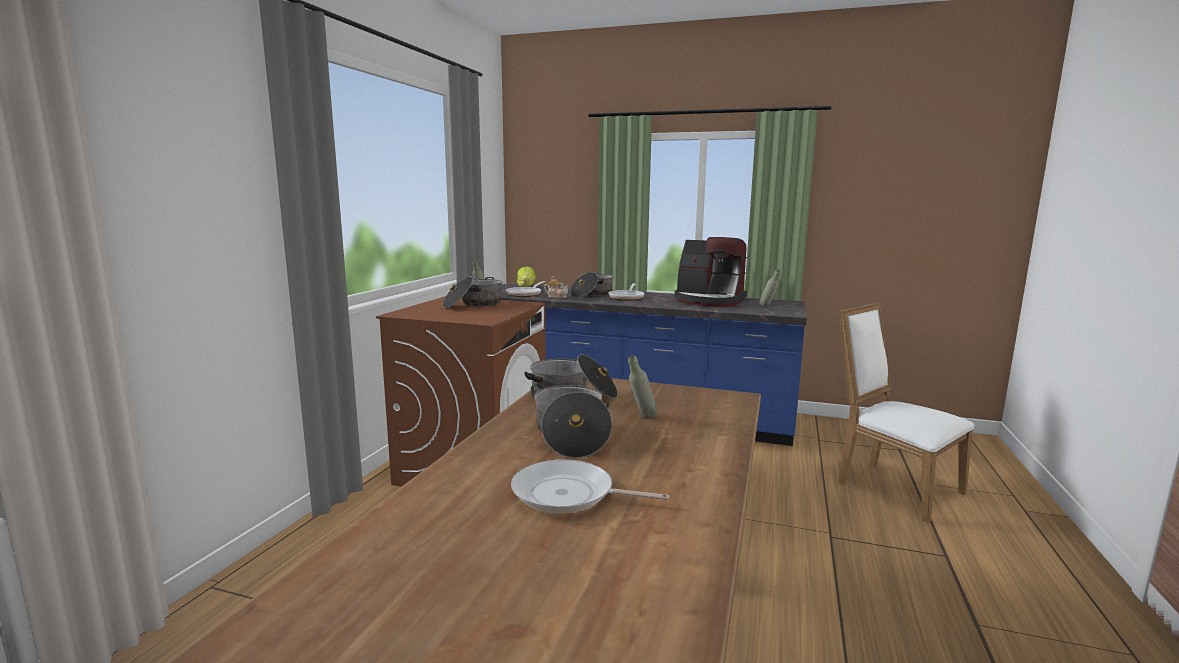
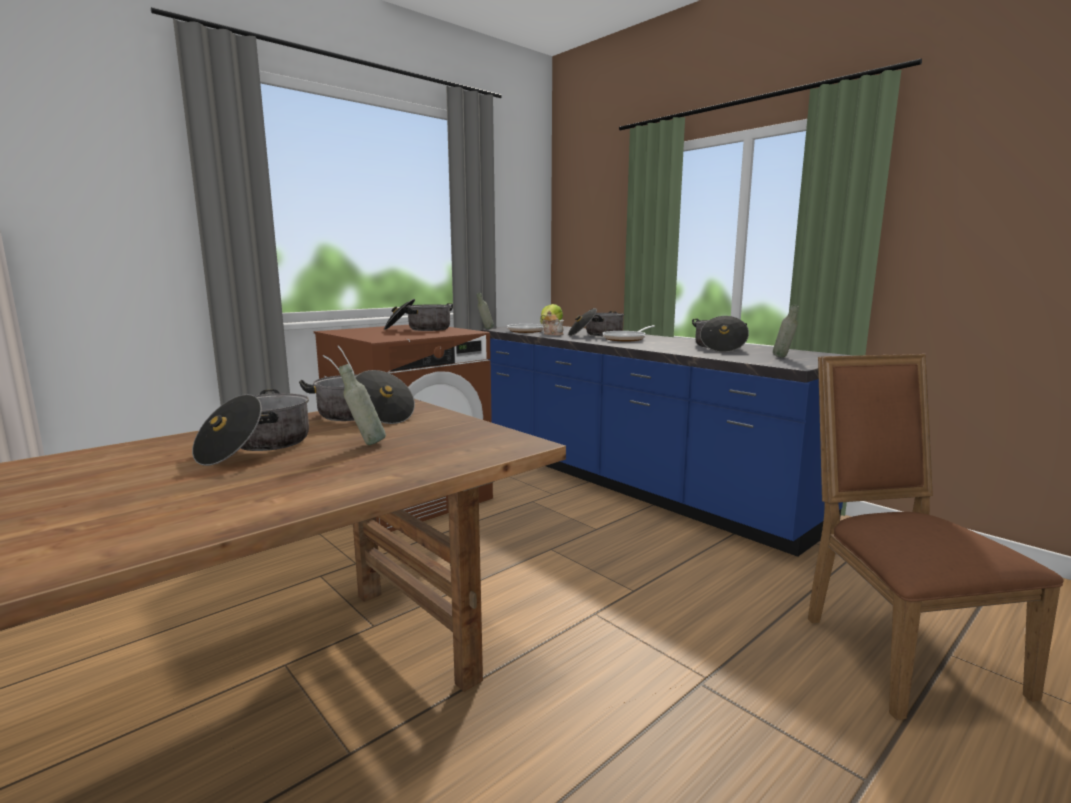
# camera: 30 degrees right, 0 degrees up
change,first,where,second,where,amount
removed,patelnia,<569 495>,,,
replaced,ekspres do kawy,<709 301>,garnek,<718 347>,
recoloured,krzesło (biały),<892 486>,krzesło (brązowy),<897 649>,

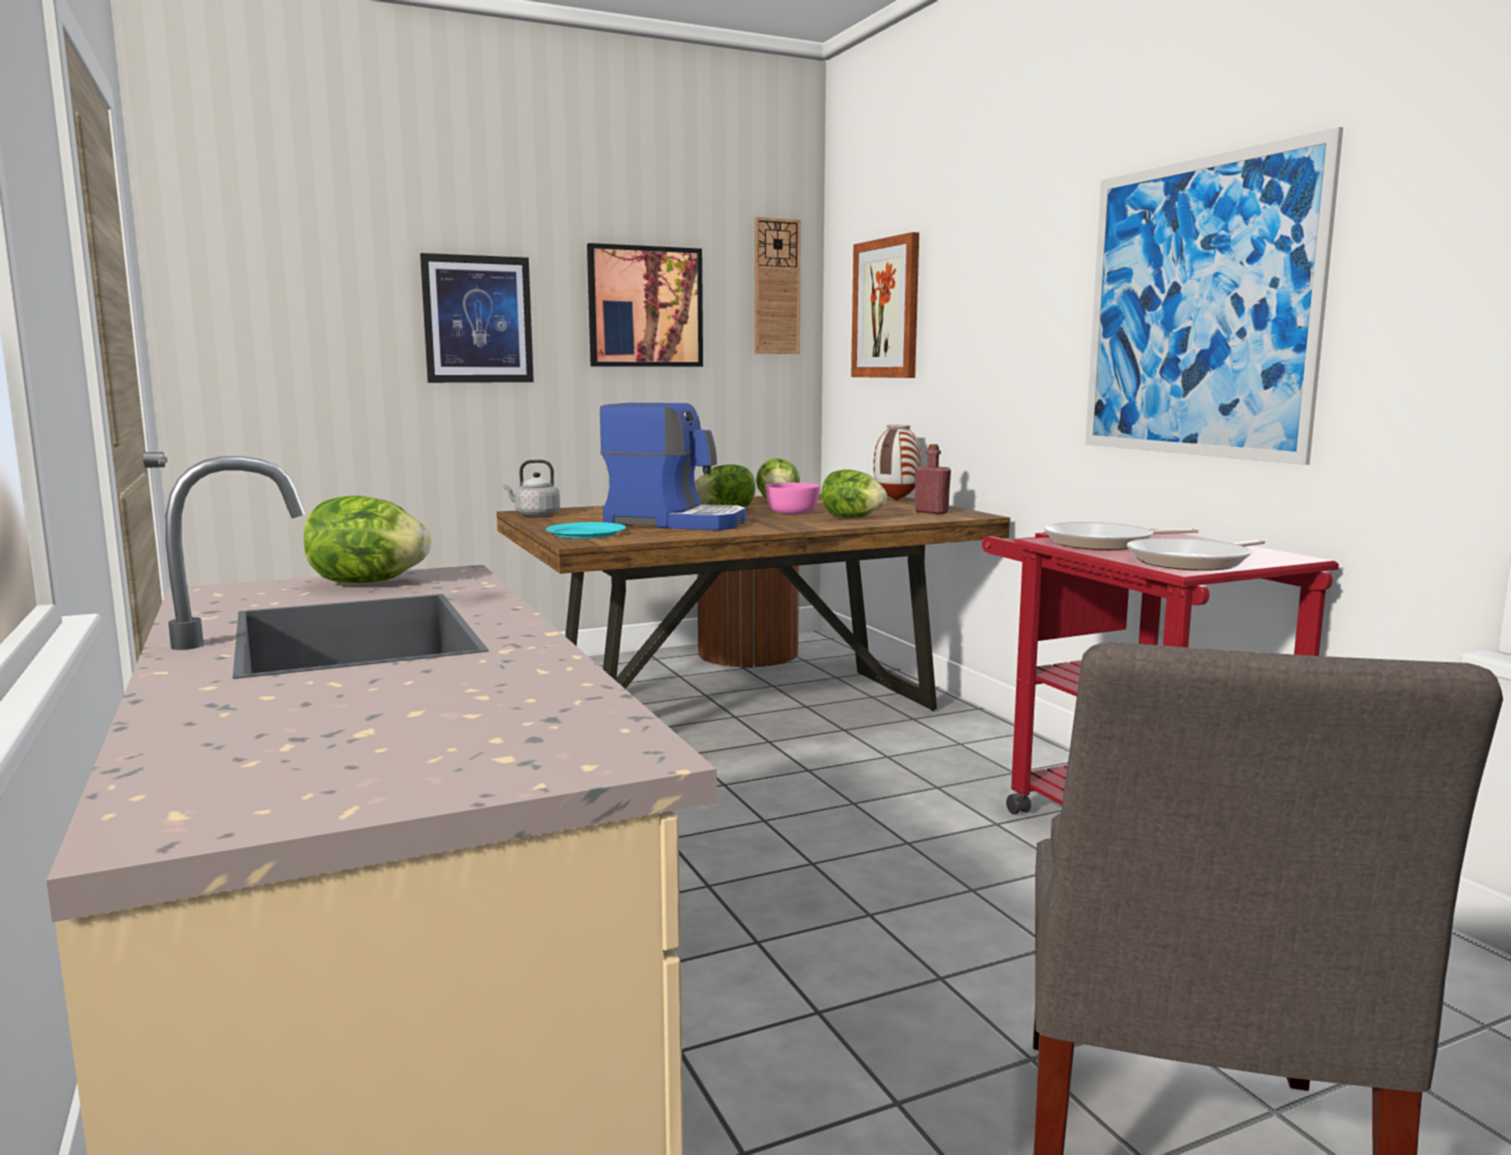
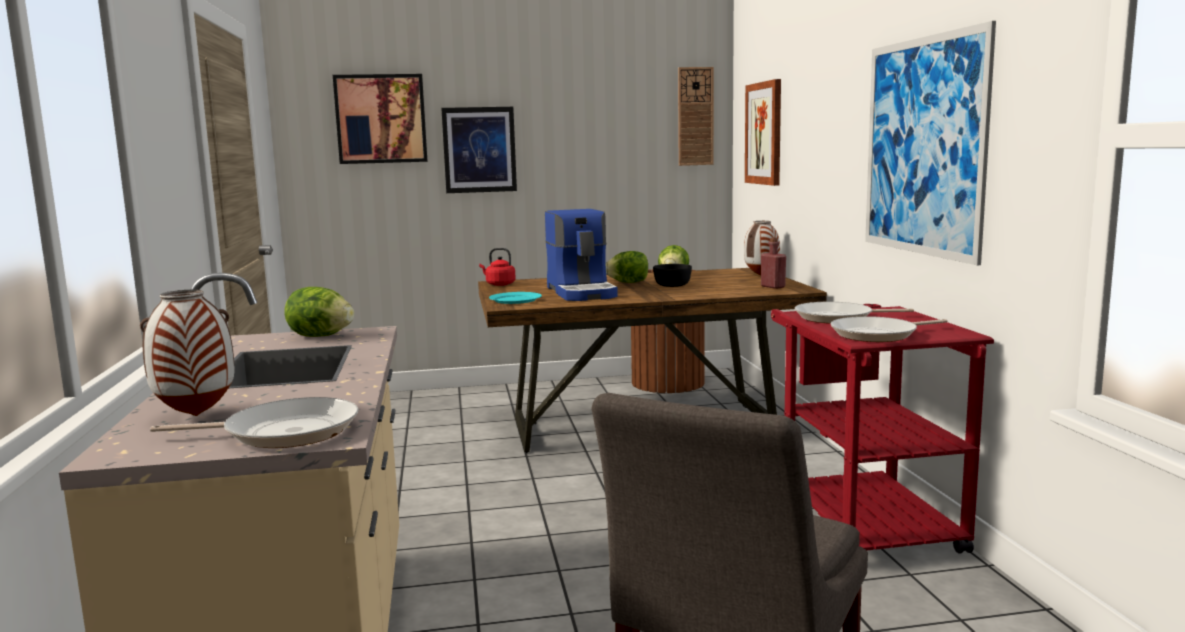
# camera: 15 degrees right, 0 degrees up
change,first,where,second,where,amount
recoloured,czajnik (szary),<535 514>,czajnik (czerwony),<499 284>,
moved,obraz,<645 307>,,<381 119>,
turned,ekspres do kawy,<675 522>,,<583 292>,45 degrees clockwise
recoloured,miska (różowy),<791 512>,miska (czarny),<671 285>,
removed,sałata,<851 518>,,,
added,,,wazon,<195 416>,
added,,,patelnia,<284 432>,

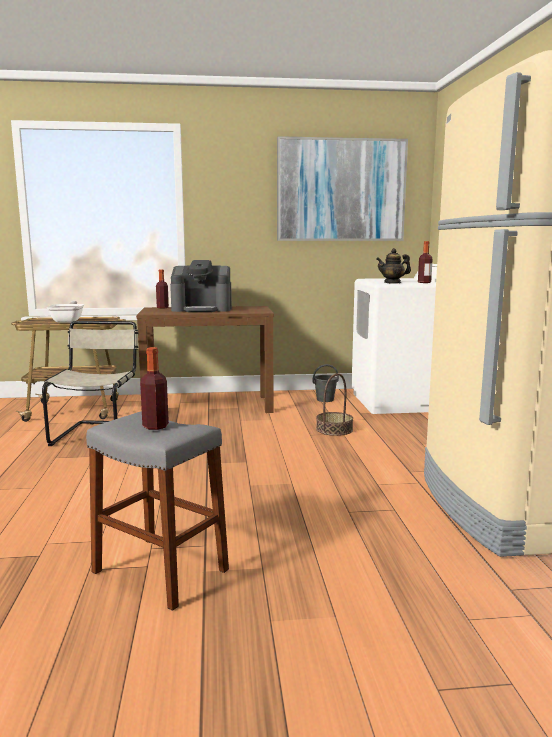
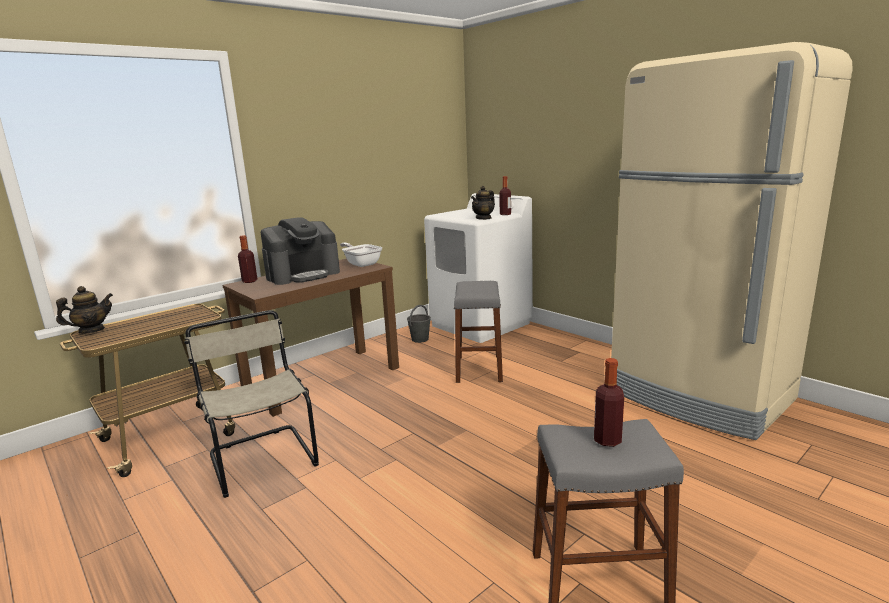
# camera: 35 degrees left, 5 degrees up
change,first,where,second,where,amount
moved,patelnia,<68 321>,,<361 264>,
removed,obraz,<340 190>,,,
replaced,koszyk,<334 429>,stołek (szary),<479 369>,
added,,,imbryk,<91 330>,

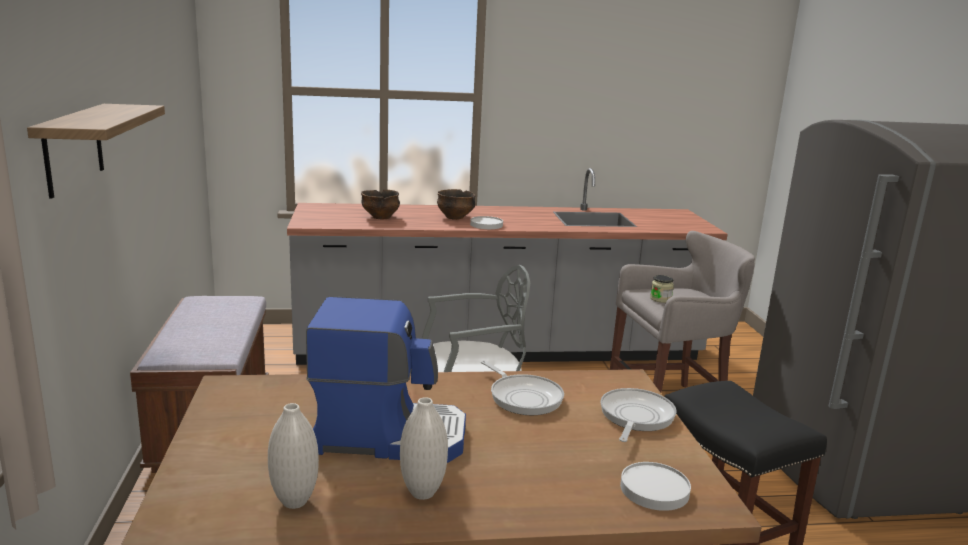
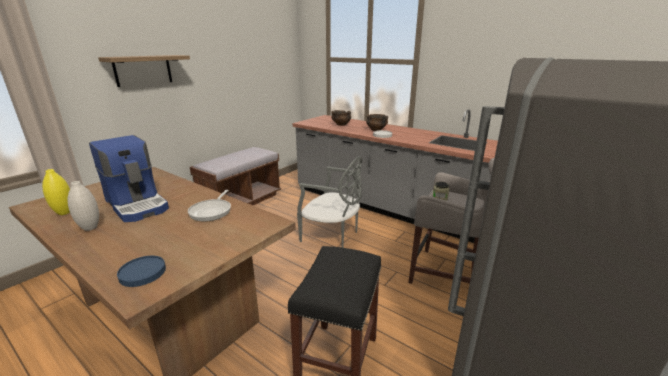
# camera: 45 degrees right, 5 degrees up
change,first,where,second,where,amount
recoloured,wazon (biały),<294 501>,wazon (żółty),<64 213>,
removed,patelnia,<635 417>,,,
recoloured,talerz (biały),<655 490>,talerz (niebieski),<142 273>,

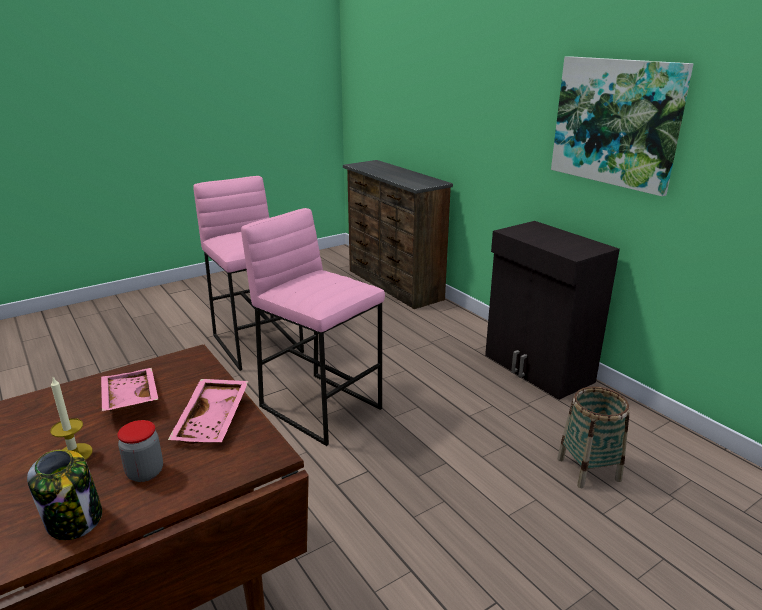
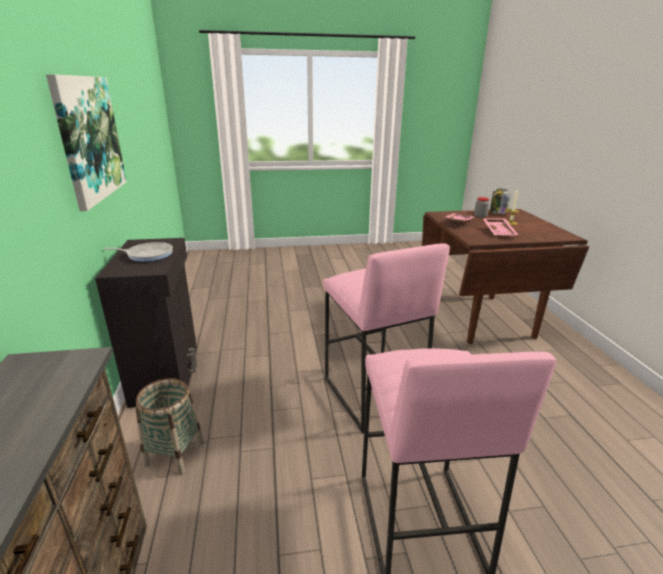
# camera: 155 degrees left, 0 degrees up
change,first,where,second,where,amount
moved,koszyk,<588 469>,,<174 453>,
added,,,patelnia,<147 254>,

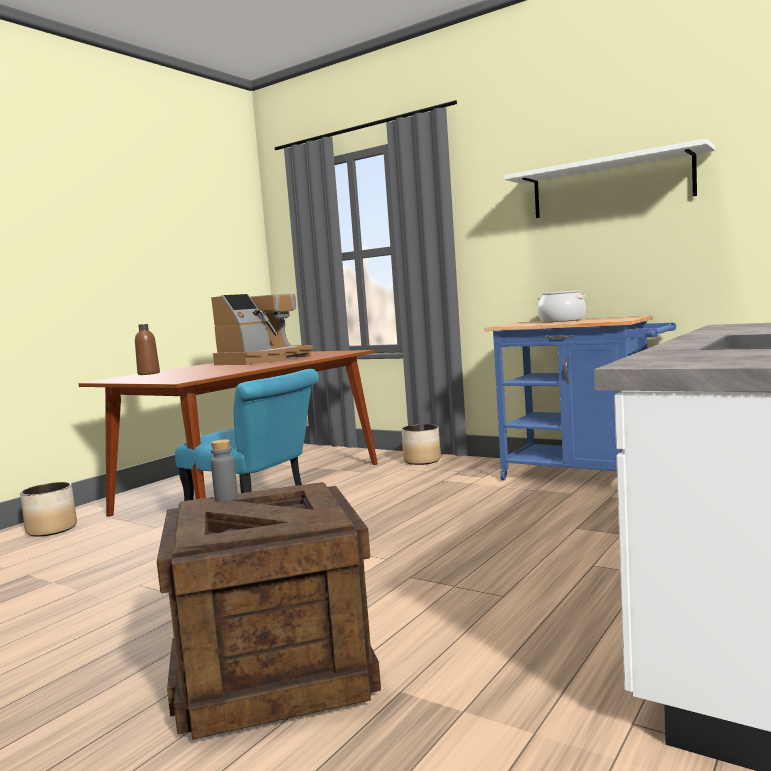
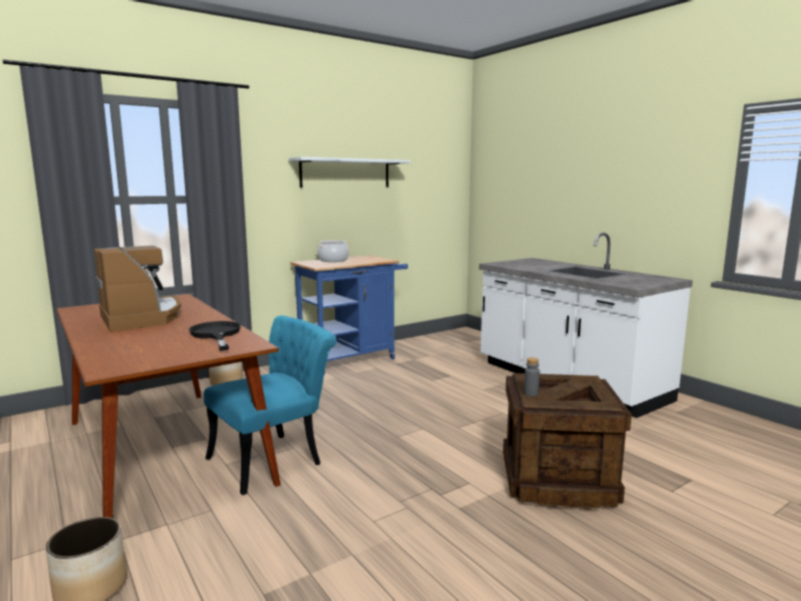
# camera: 70 degrees left, 5 degrees up
change,first,where,second,where,amount
removed,butelka (brązowy),<148 373>,,,
added,,,patelnia (czarny),<216 335>,

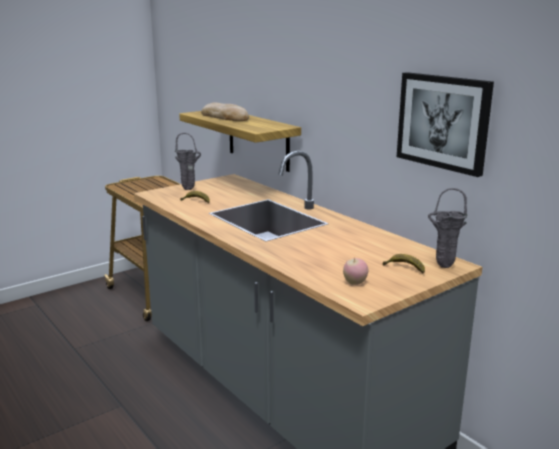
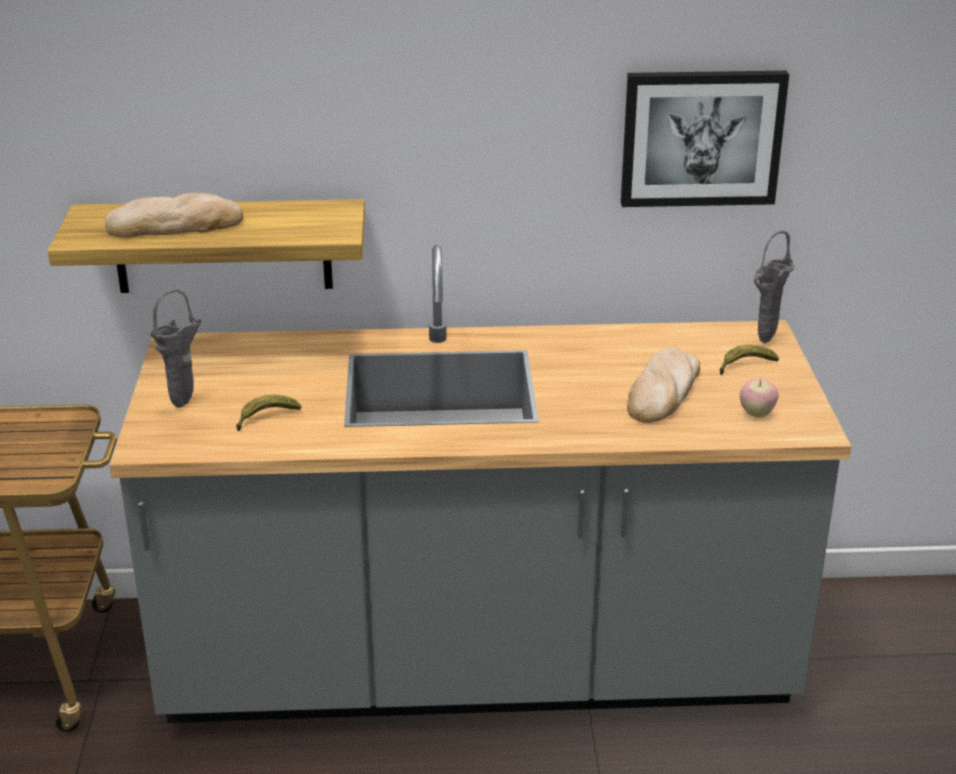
# camera: 55 degrees left, 10 degrees up
change,first,where,second,where,amount
added,,,chleb,<663 391>,

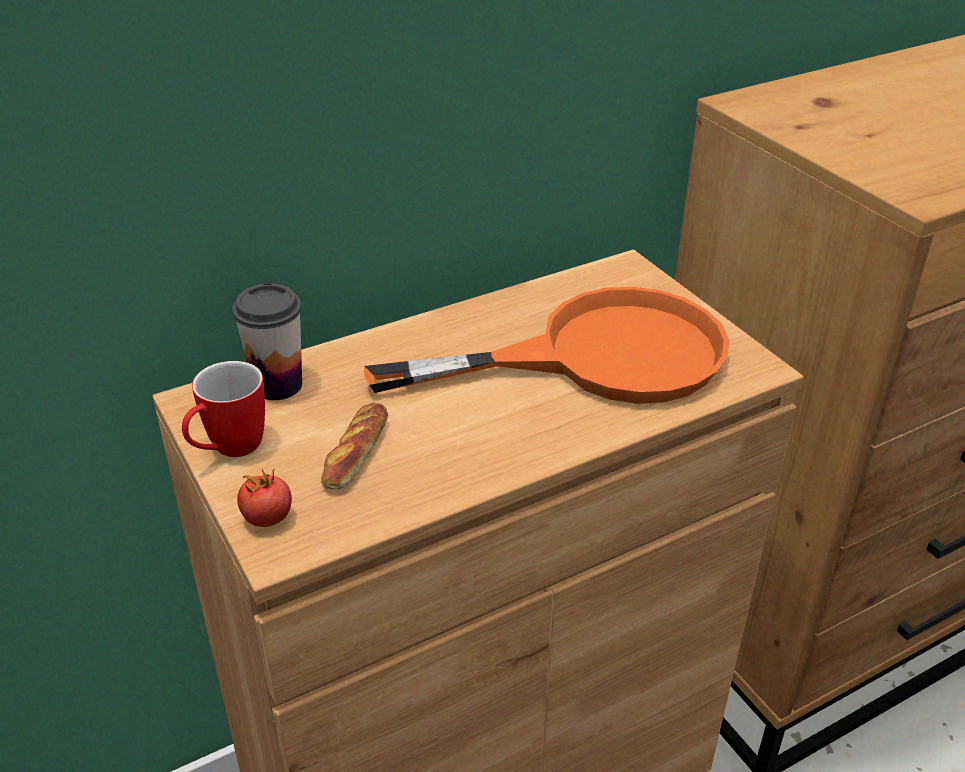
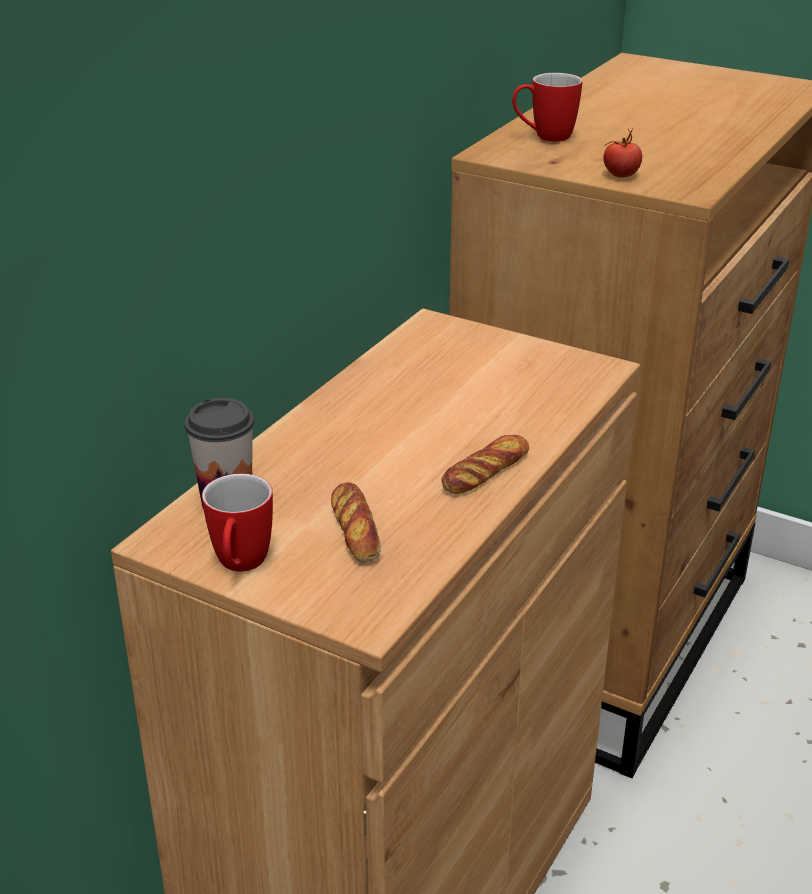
# camera: 30 degrees left, 5 degrees down
change,first,where,second,where,amount
moved,pomidor,<267 517>,,<620 175>,
removed,patelnia (pomarańczowy),<597 357>,,,
added,,,chleb,<485 471>,
added,,,kubek,<544 137>,

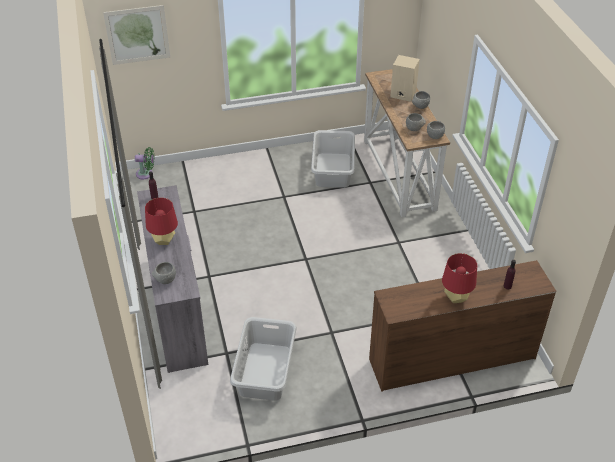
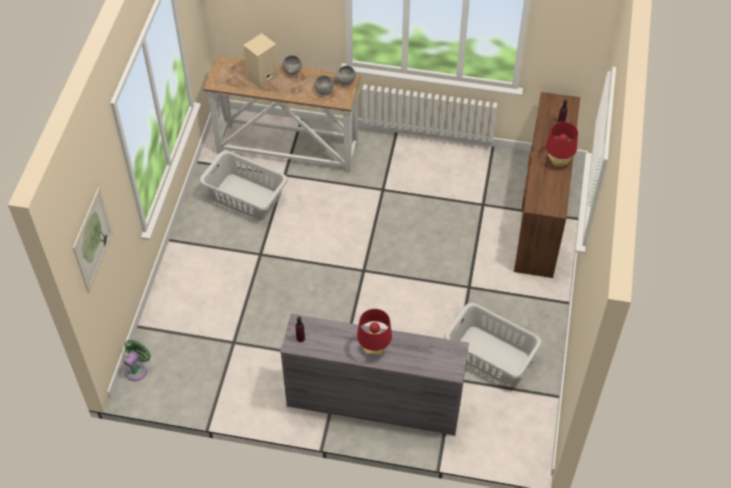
# camera: 65 degrees left, 10 degrees up
change,first,where,second,where,amount
removed,miska (szary),<165 280>,,,

